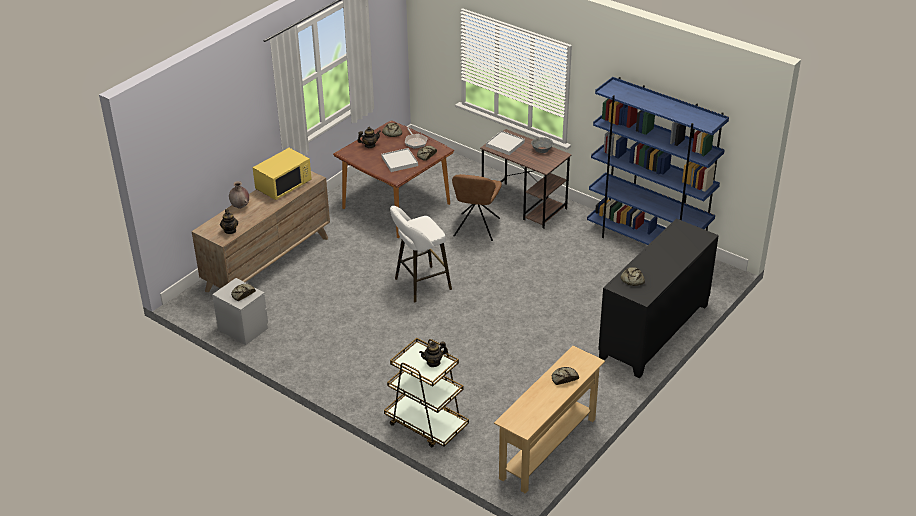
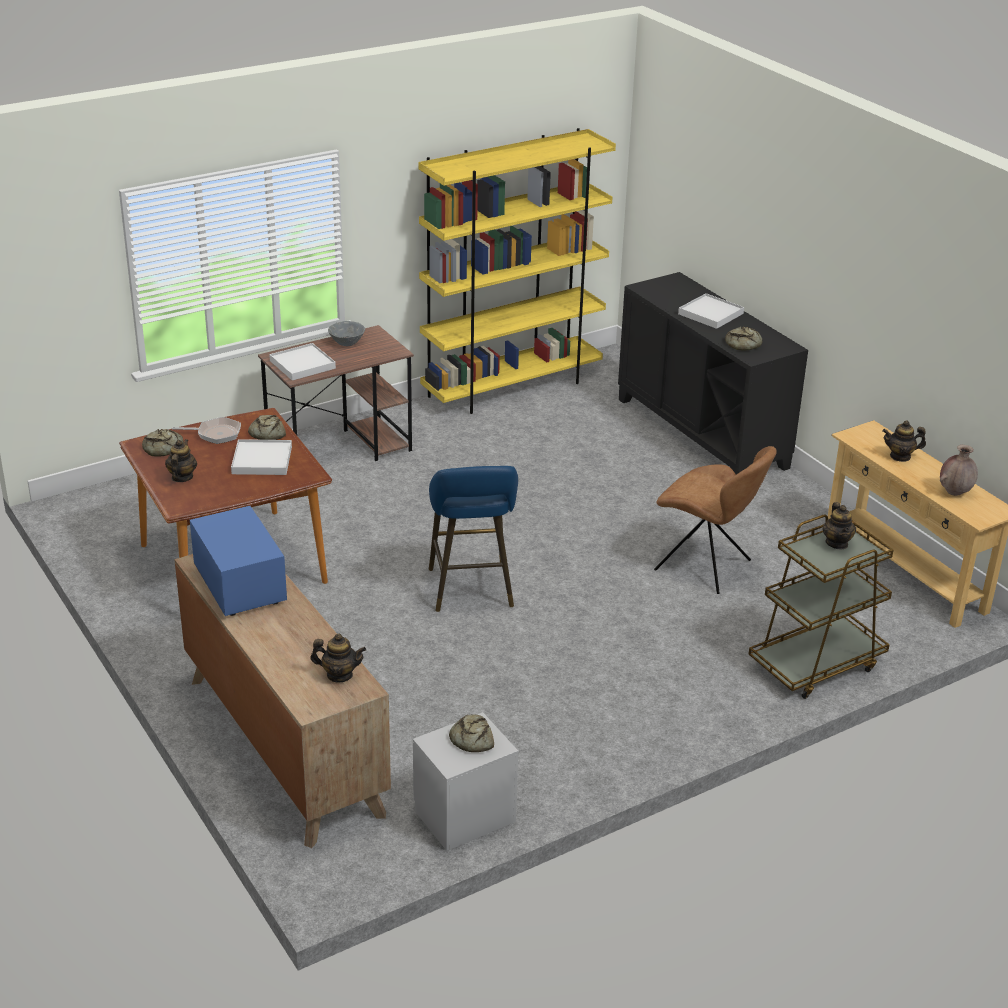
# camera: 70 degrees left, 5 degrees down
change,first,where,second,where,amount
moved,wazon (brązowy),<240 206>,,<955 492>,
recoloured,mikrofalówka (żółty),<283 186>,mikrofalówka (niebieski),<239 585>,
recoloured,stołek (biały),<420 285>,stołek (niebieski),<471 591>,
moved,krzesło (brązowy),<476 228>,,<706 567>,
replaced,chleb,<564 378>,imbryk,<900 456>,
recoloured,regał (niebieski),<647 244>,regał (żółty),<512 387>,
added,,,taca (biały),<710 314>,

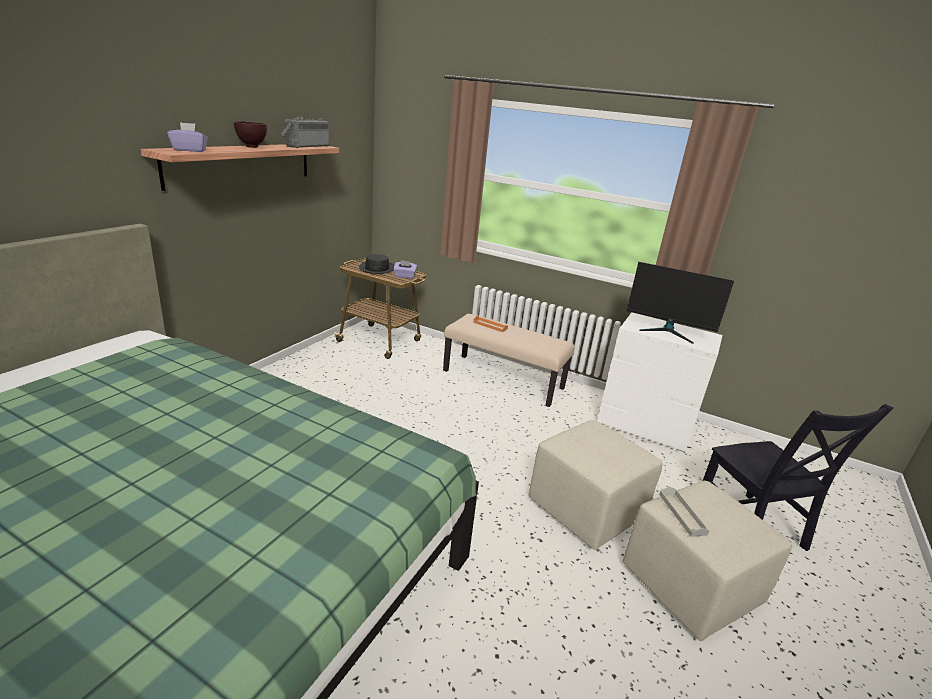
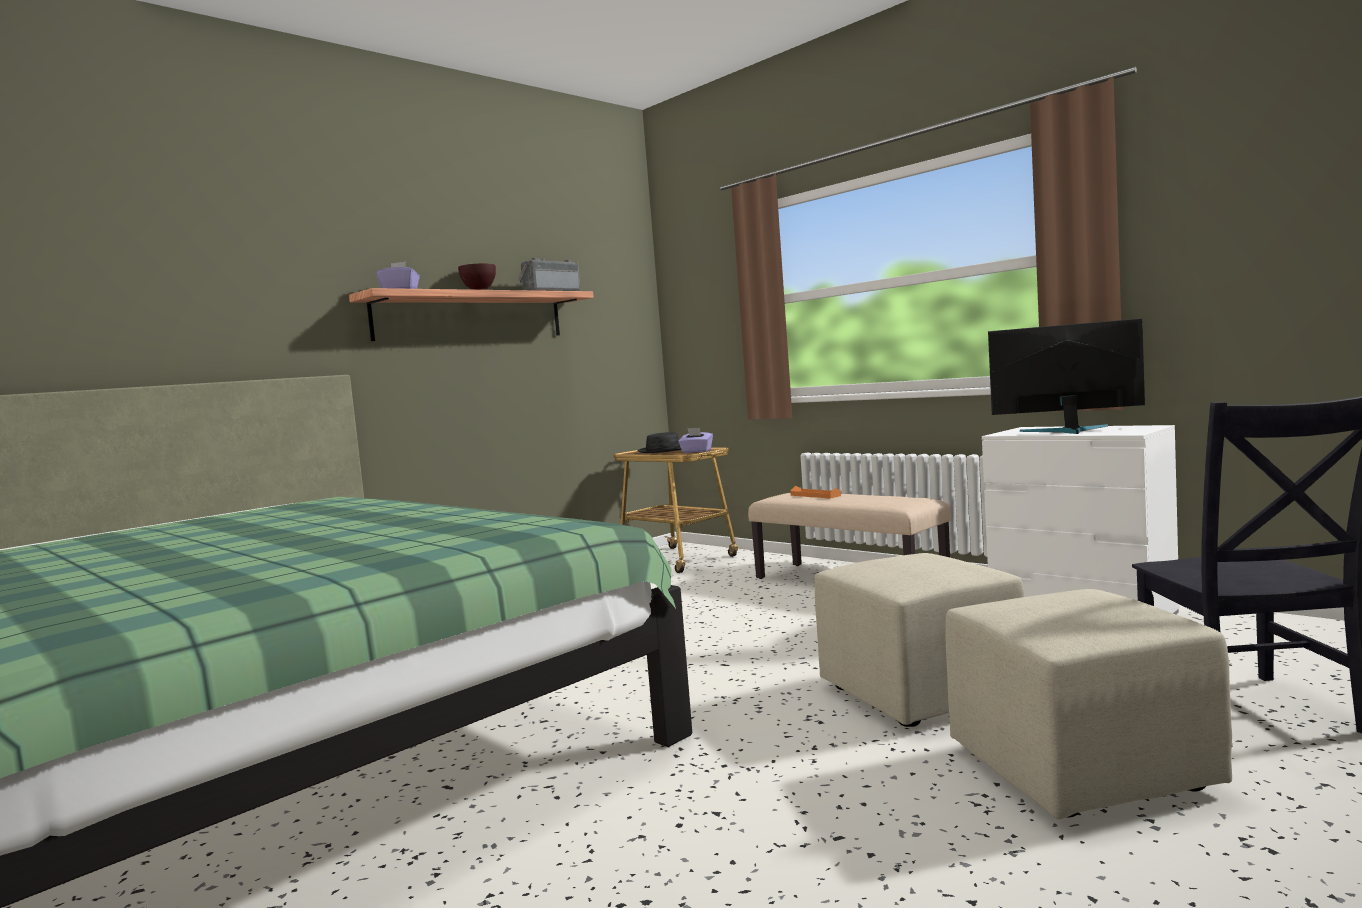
# camera: 20 degrees right, 20 degrees down
change,first,where,second,where,amount
turned,monitor,<668 332>,,<1068 431>,150 degrees clockwise
removed,taca (szary),<682 514>,,,

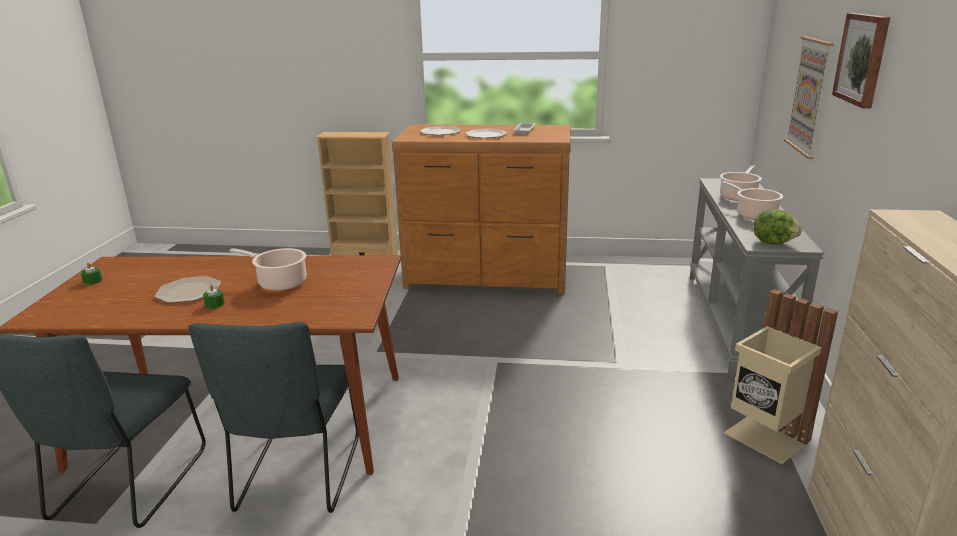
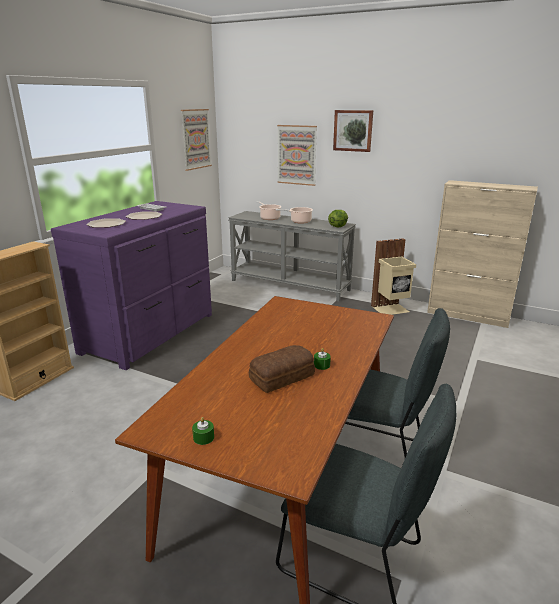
# camera: 70 degrees left, 0 degrees up
change,first,where,second,where,amount
replaced,talerz,<188 291>,chleb,<283 377>,
removed,garnek,<279 283>,,,
recoloured,komoda (brązowy),<487 276>,komoda (fioletowy),<151 333>,
added,,,obraz,<196 139>,

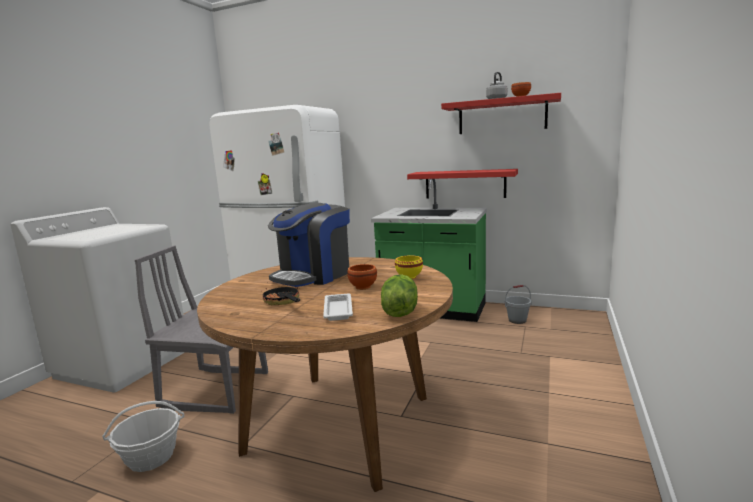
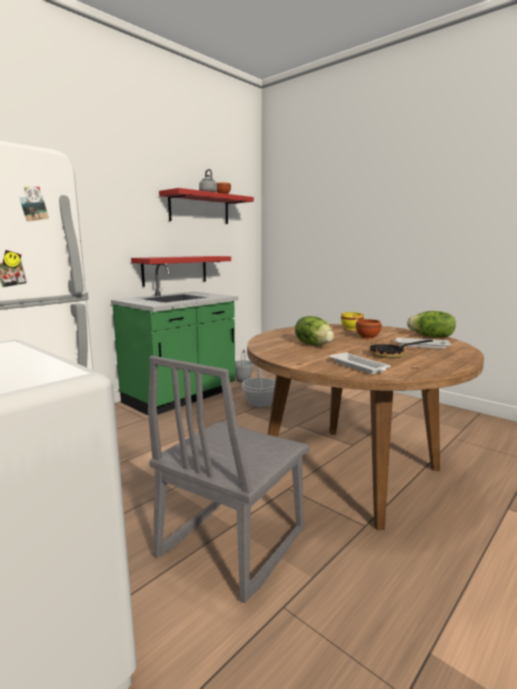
# camera: 70 degrees left, 0 degrees up
change,first,where,second,where,amount
moved,koszyk,<151 457>,,<260 403>,
replaced,ekspres do kawy,<313 275>,sałata,<314 344>,
added,,,taca (biały),<359 367>,

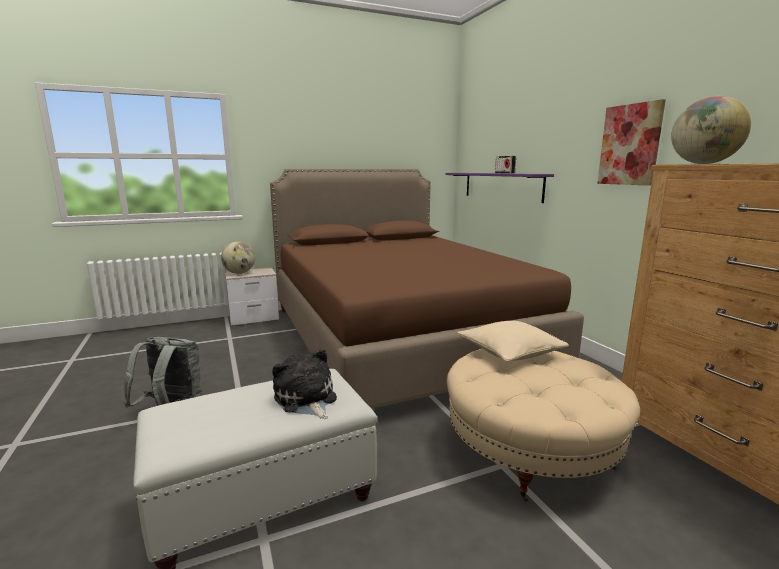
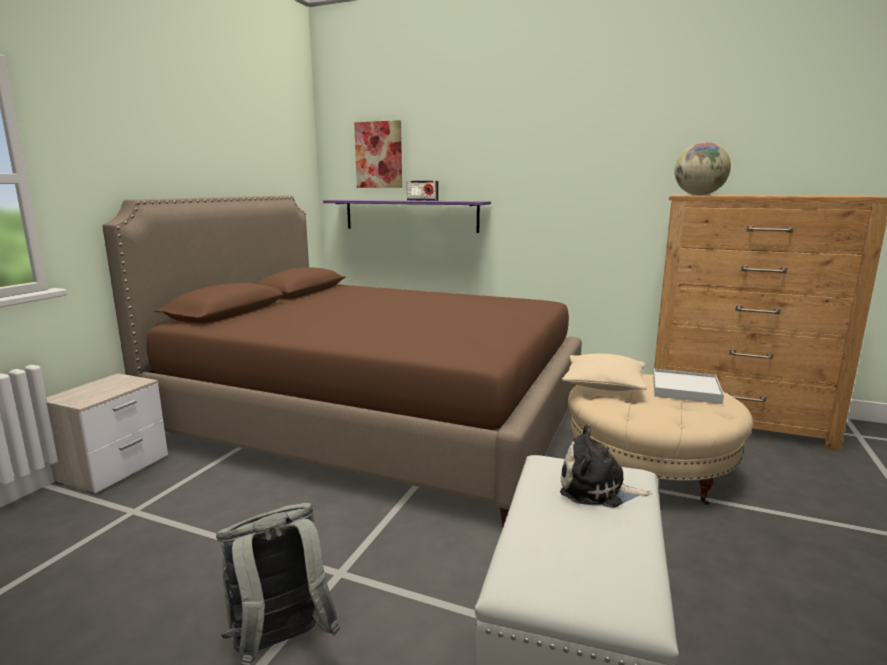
# camera: 45 degrees left, 0 degrees up
change,first,where,second,where,amount
removed,globus,<239 273>,,,
moved,obraz,<630 145>,,<379 155>,
added,,,taca (biały),<685 389>,

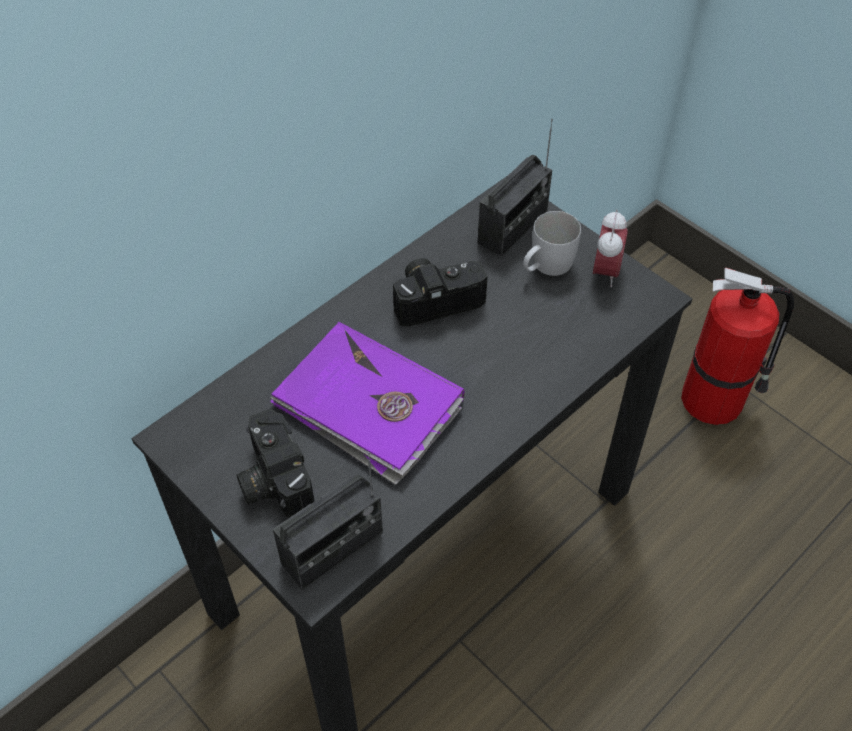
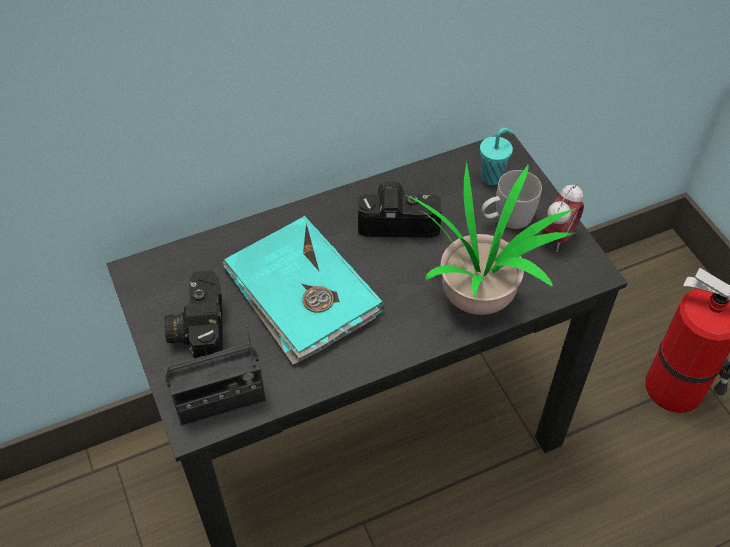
# camera: 20 degrees right, 0 degrees up
change,first,where,second,where,amount
recoloured,książka (fioletowy),<368 406>,książka (turkusowy),<301 293>,
replaced,radio,<513 227>,filiżanka (turkusowy),<493 177>,
added,,,roślina doniczkowa,<478 293>,

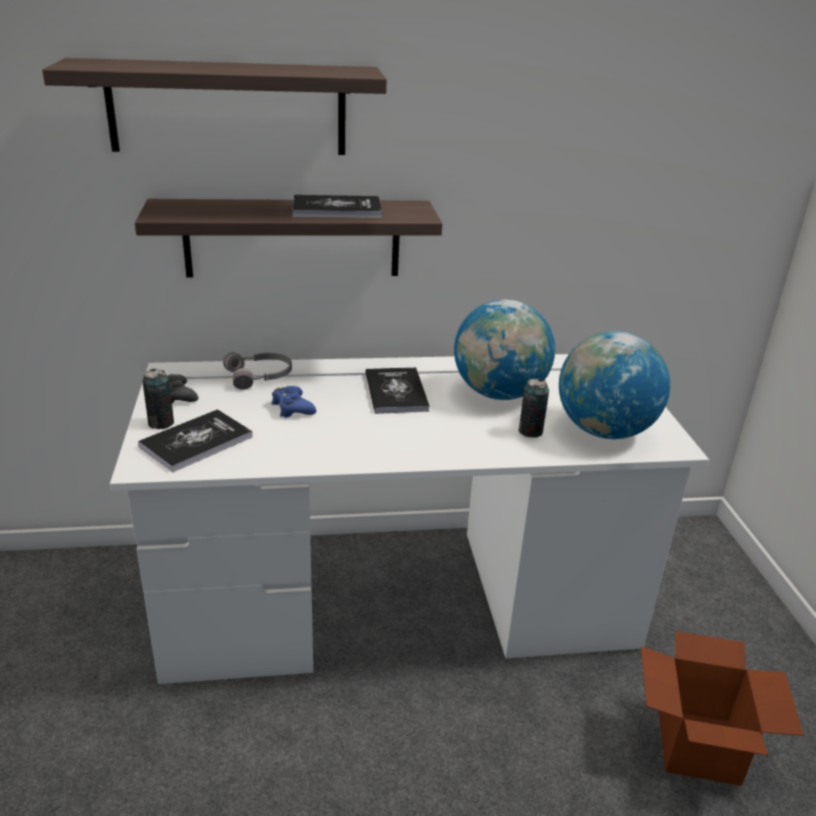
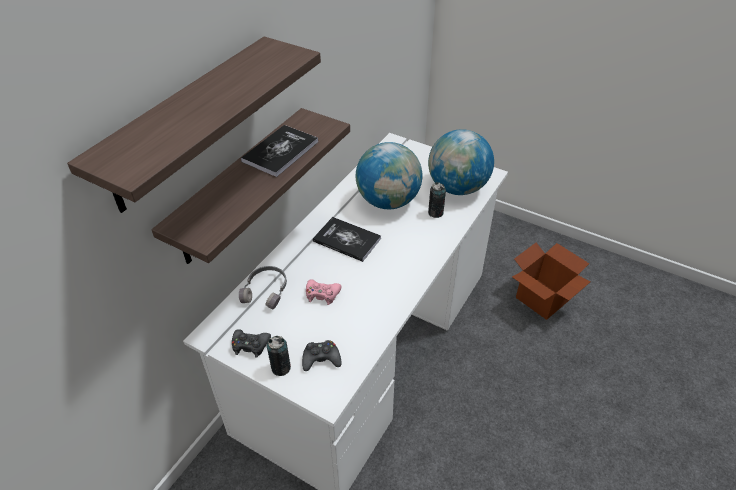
# camera: 50 degrees left, 15 degrees up
change,first,where,second,where,amount
replaced,książka,<196 442>,pad do gier (czarny),<321 359>,
recoloured,pad do gier (niebieski),<292 408>,pad do gier (różowy),<322 294>,

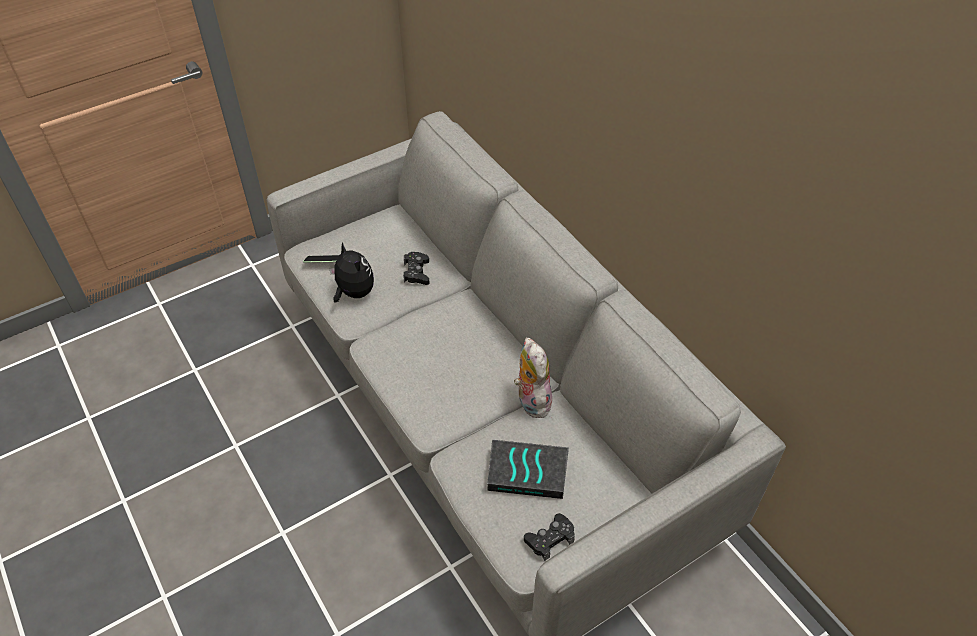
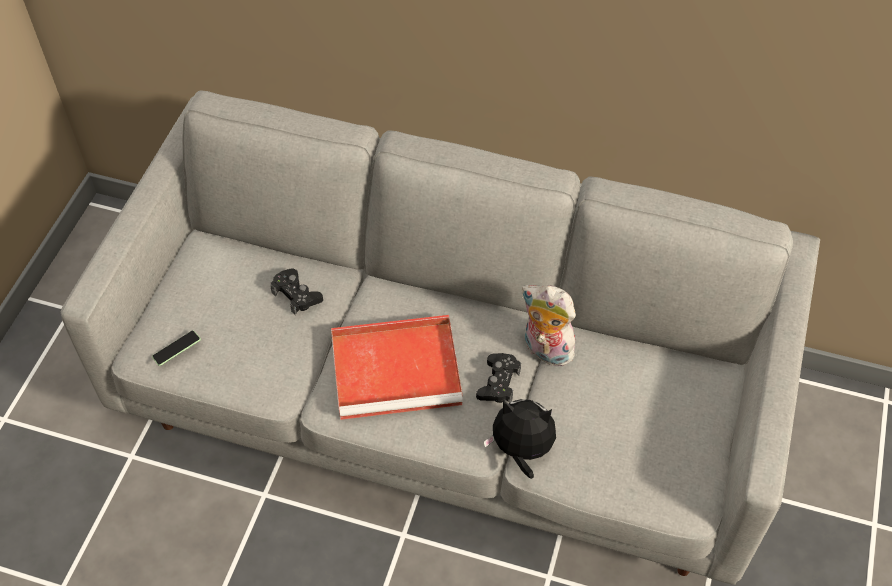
# camera: 40 degrees left, 5 degrees up
change,first,where,second,where,amount
moved,pluszak,<353 293>,,<521 450>,
removed,książka,<528 471>,,,
moved,pad do gier (czarny),<550 539>,,<498 382>,
added,,,taca (czerwony),<399 369>,

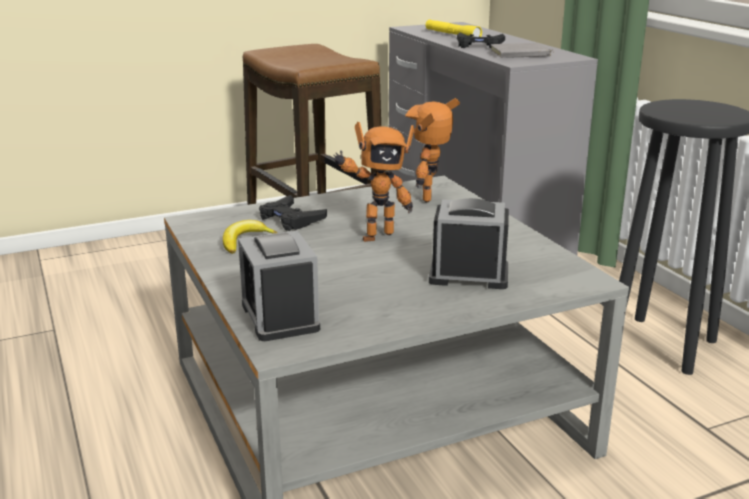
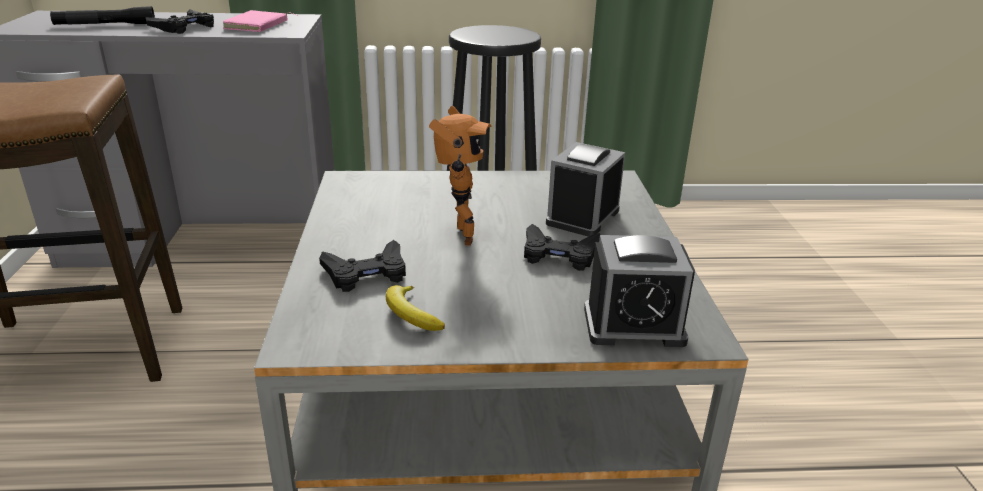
# camera: 70 degrees left, 5 degrees up
change,first,where,second,where,amount
removed,robot zabawkowy,<432 197>,,,
recoloured,latarka (żółty),<452 35>,latarka (czarny),<105 25>,
recoloured,książka (szary),<520 55>,książka (różowy),<258 26>,
added,,,pad do gier (czarny),<559 254>,

